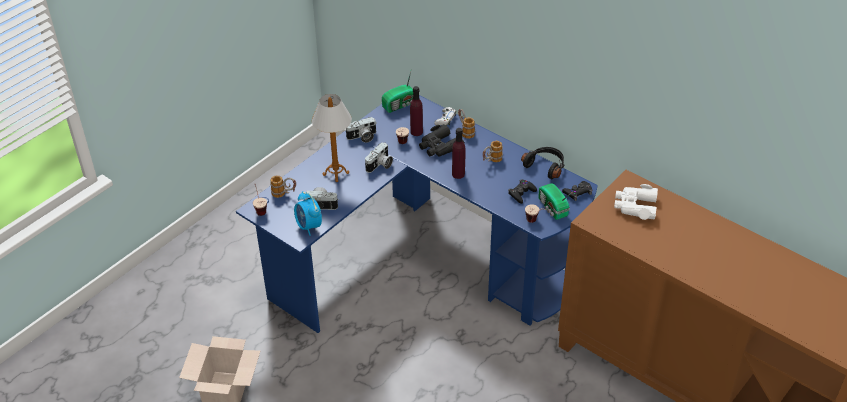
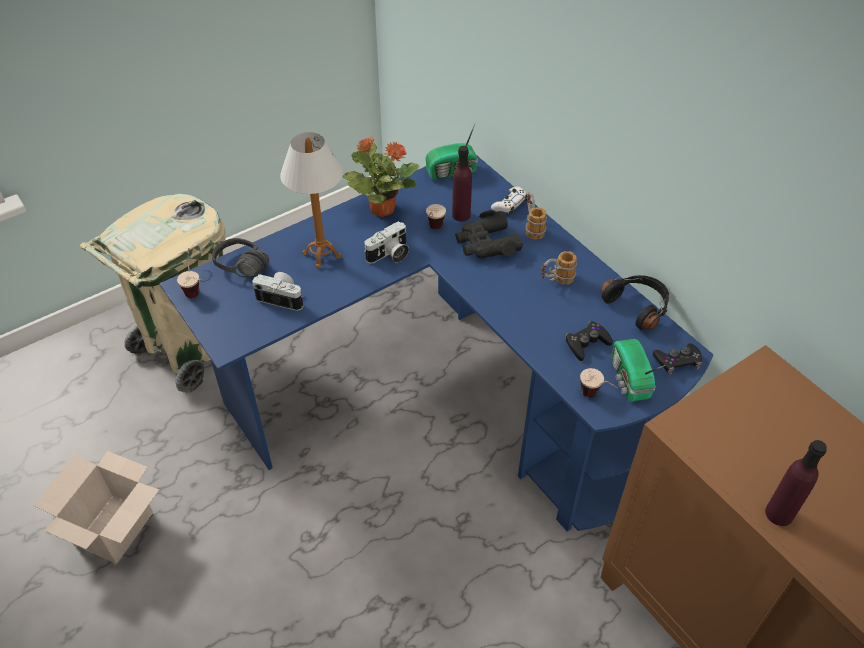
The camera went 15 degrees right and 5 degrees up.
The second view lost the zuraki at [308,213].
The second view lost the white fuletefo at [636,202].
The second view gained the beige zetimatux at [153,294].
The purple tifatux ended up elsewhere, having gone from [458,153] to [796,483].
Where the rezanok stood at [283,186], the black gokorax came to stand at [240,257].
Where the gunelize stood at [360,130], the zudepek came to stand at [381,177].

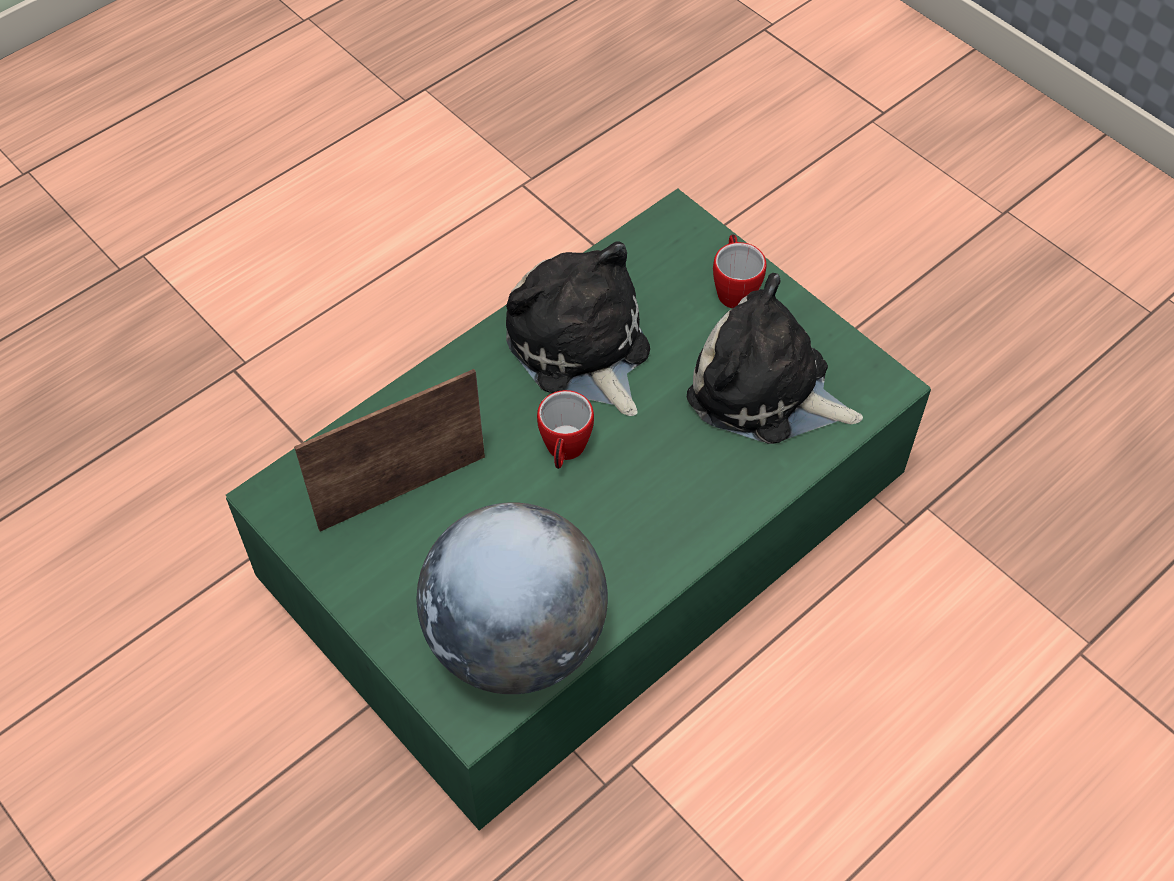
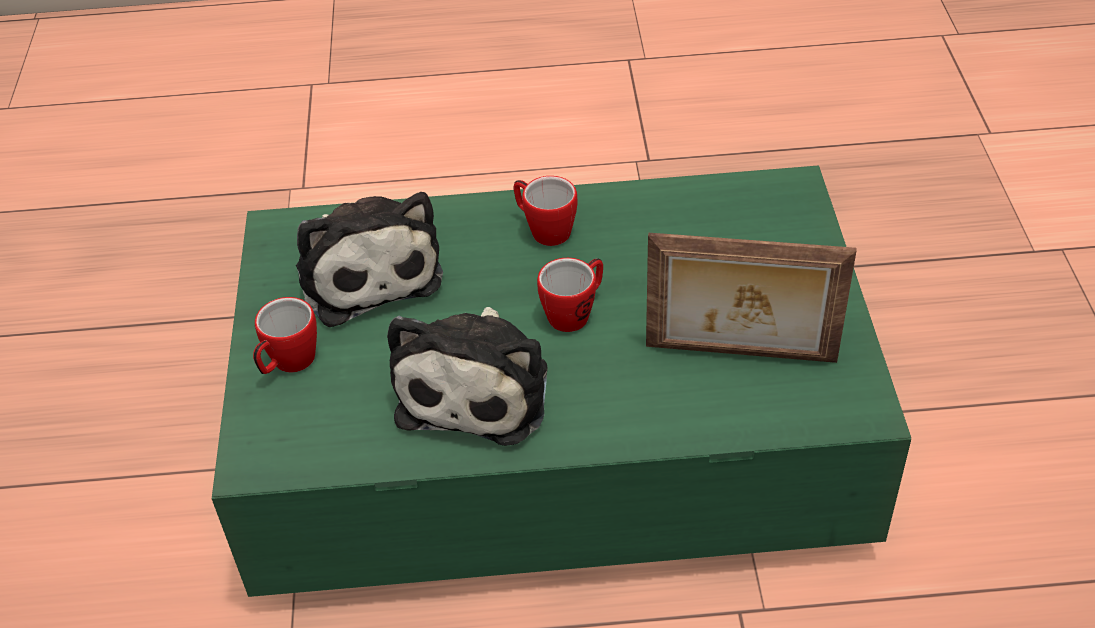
The camera went 140 degrees left and 10 degrees down.
The second view lost the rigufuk at [512,598].
The second view gained the rezanok at [546,211].

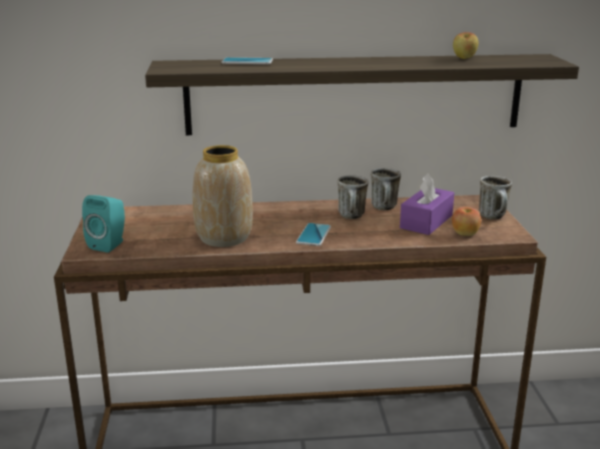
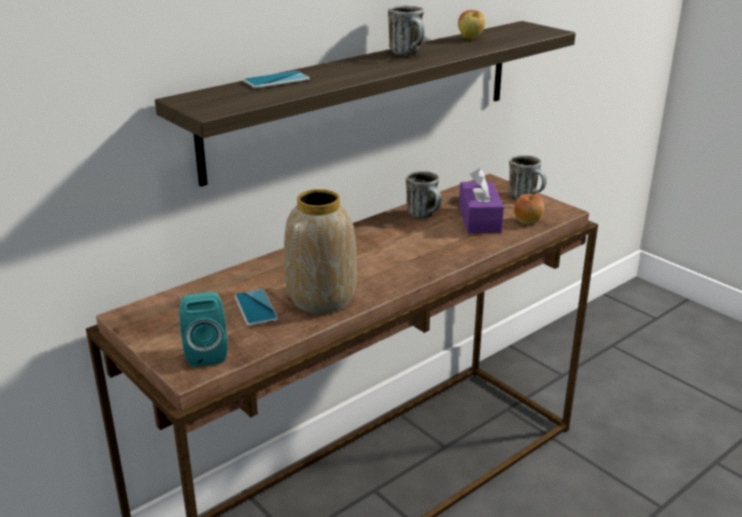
The camera went 35 degrees left and 5 degrees up.
The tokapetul ended up elsewhere, having gone from [313,234] to [256,307].
The rezanok ended up elsewhere, having gone from [353,197] to [406,31].

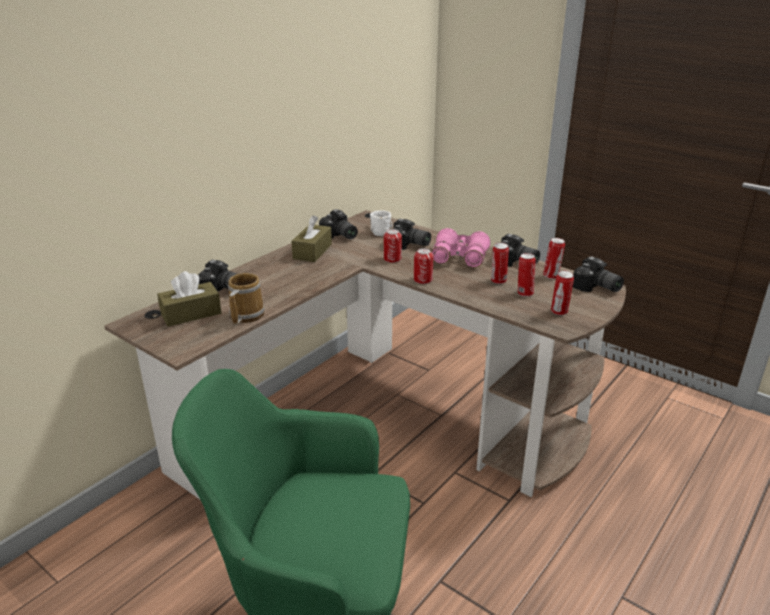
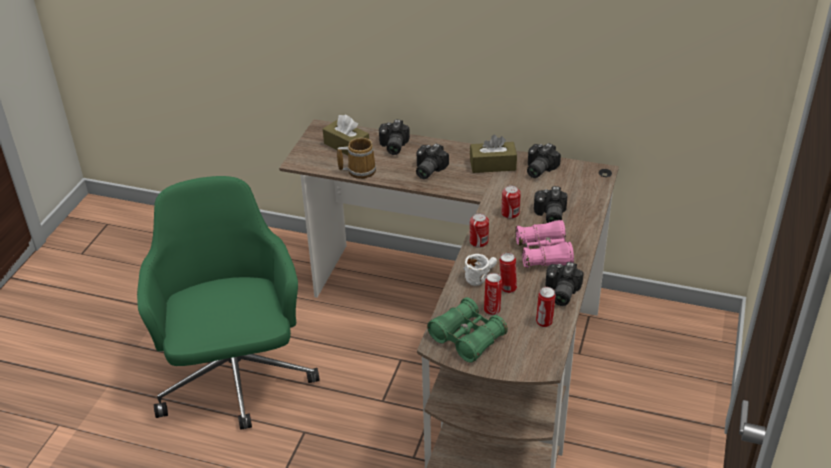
The camera went 70 degrees right and 10 degrees up.
The white rezanok ended up elsewhere, having gone from [381,223] to [480,270].
The gunelize ended up elsewhere, having gone from [598,274] to [432,161].
Where the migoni stood at [562,293], the green fuletefo came to stand at [467,330].

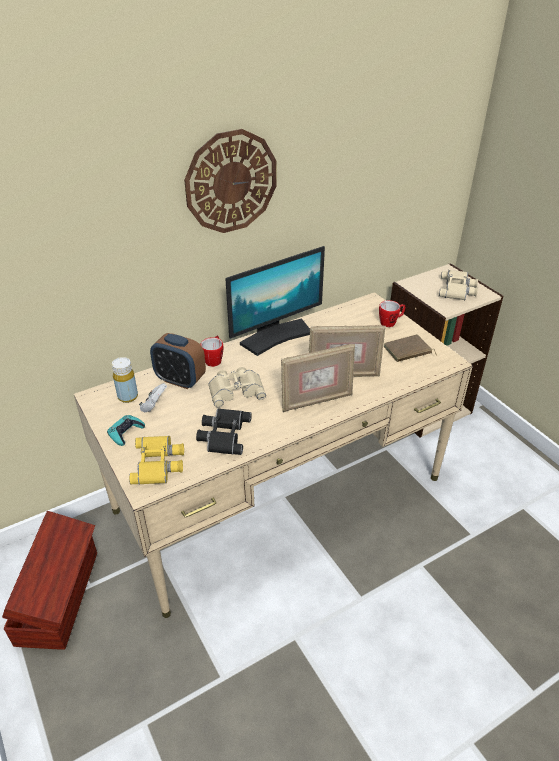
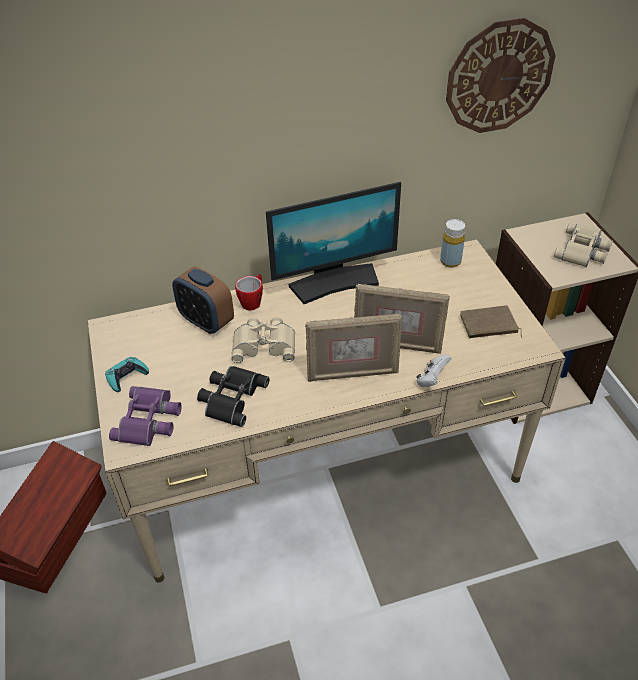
The camera went 15 degrees right and 5 degrees up.
The second view lost the rezanok at [392,313].
The yellow tifatux ended up elsewhere, having gone from [125,380] to [452,243].
The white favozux ended up elsewhere, having gone from [153,397] to [434,370].
The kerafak ended up elsewhere, having gone from [230,181] to [501,75].
What was the yellow fuletefo at [156,460] turned into the purple fuletefo at [145,416].

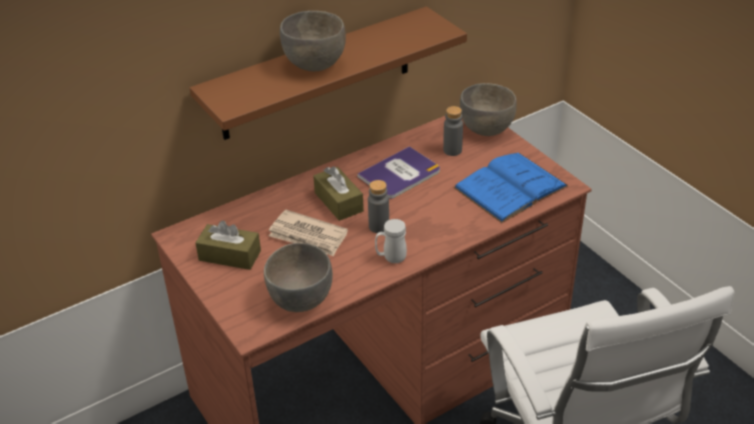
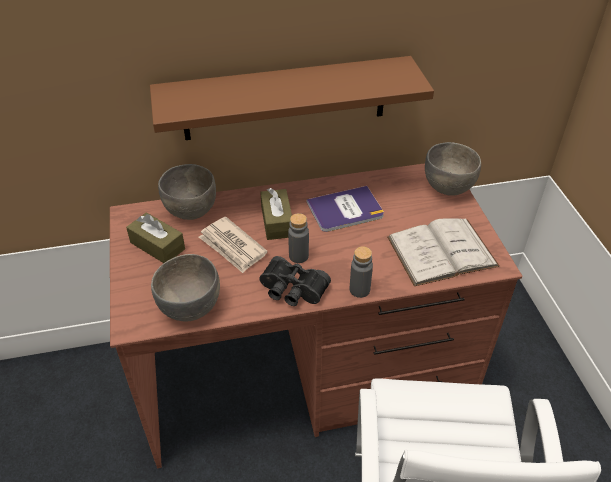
The camera went 20 degrees right and 5 degrees up.
The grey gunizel ended up elsewhere, having gone from [313,41] to [187,192].
The grey tifatux ended up elsewhere, having gone from [453,131] to [361,272].
Where the white rezanok stood at [391,241], the black fuletefo came to stand at [295,281].
What was the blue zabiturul at [511,188] turned into the white zabiturul at [443,252].

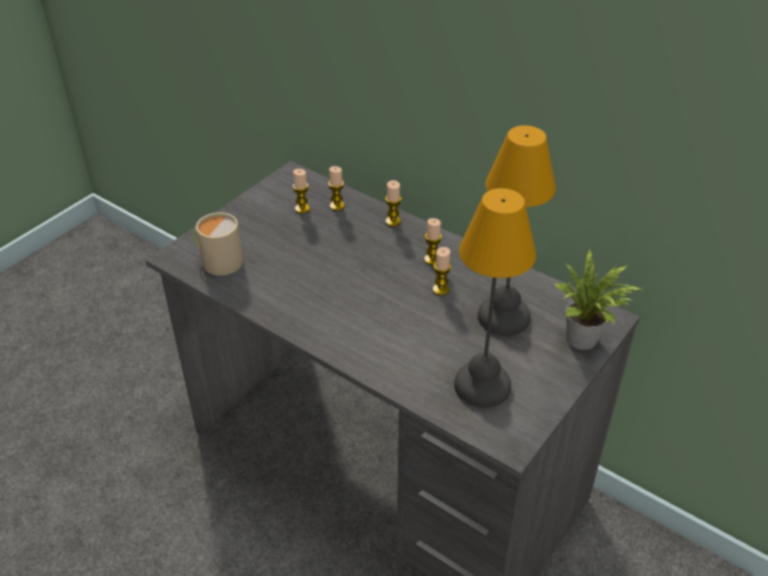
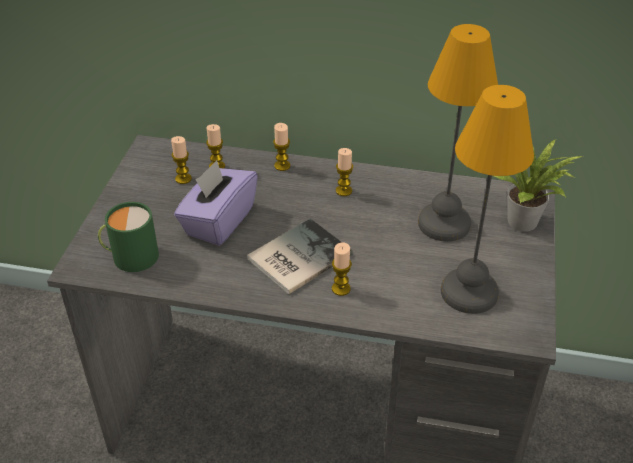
The camera went 25 degrees left and 0 degrees up.
The second view gained the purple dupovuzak at [216,203].
The second view gained the zabiturul at [300,256].
The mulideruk ended up elsewhere, having gone from [442,271] to [342,269].
What was the beige rezanok at [218,244] turned into the green rezanok at [128,237].

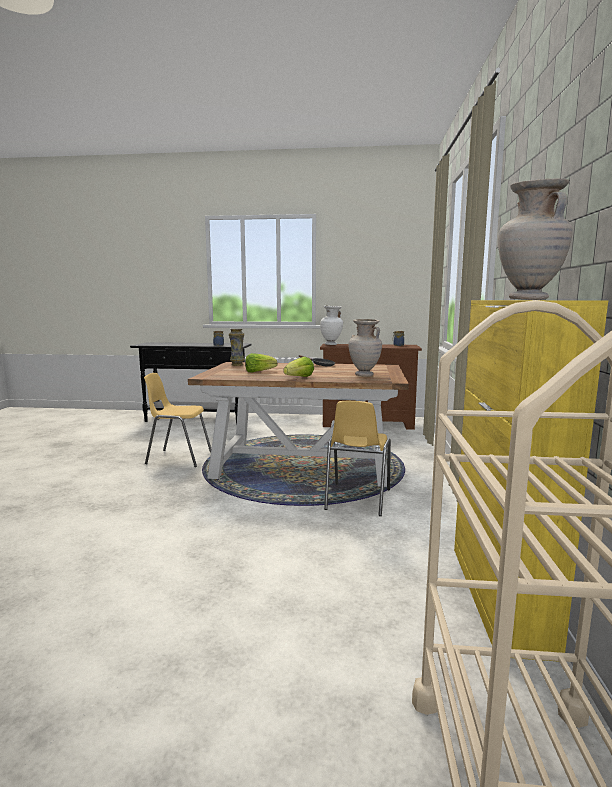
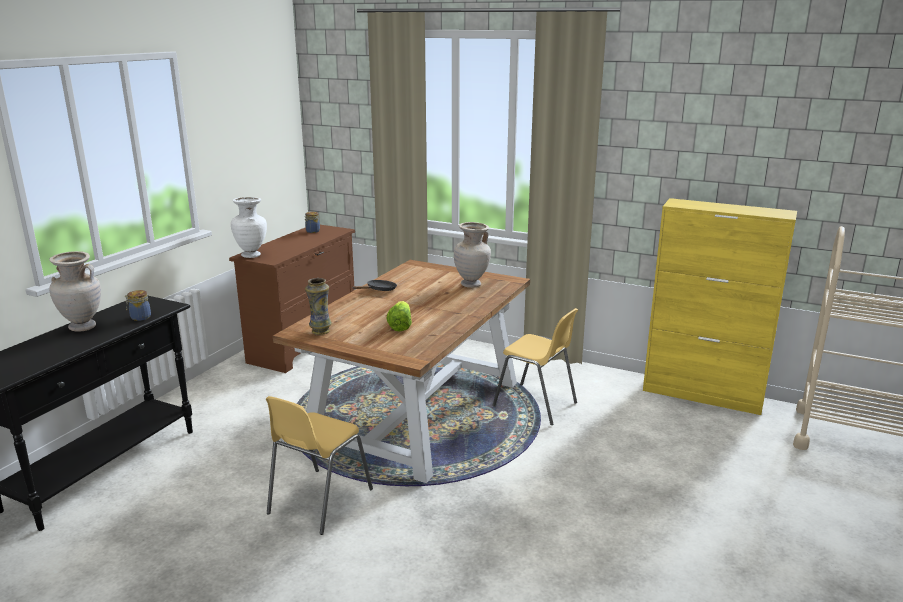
The camera went 70 degrees left and 10 degrees up.
The second view lost the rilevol at [298,367].
The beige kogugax ended up elsewhere, having gone from [535,239] to [75,291].

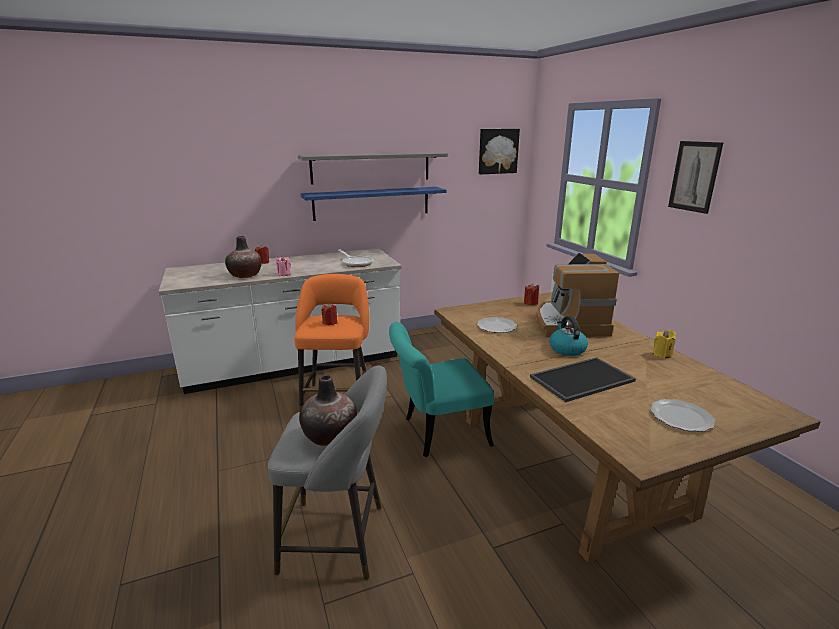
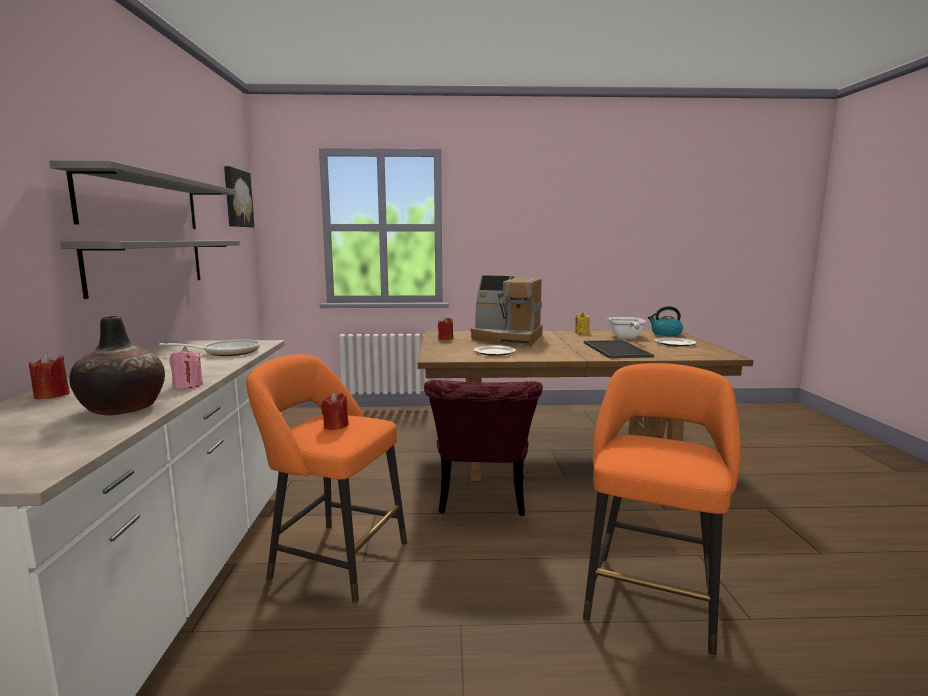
The camera went 70 degrees left and 10 degrees down.
The second view lost the kogugax at [328,410].
The second view lost the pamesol at [695,177].
The second view gained the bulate at [627,327].
The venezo ended up elsewhere, having gone from [569,336] to [665,321].
What was the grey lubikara at [327,473] turned into the orange lubikara at [662,509].
What was the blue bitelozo at [373,204] turned into the grey bitelozo at [150,270].
What was the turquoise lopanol at [441,389] turned into the red lopanol at [483,448].

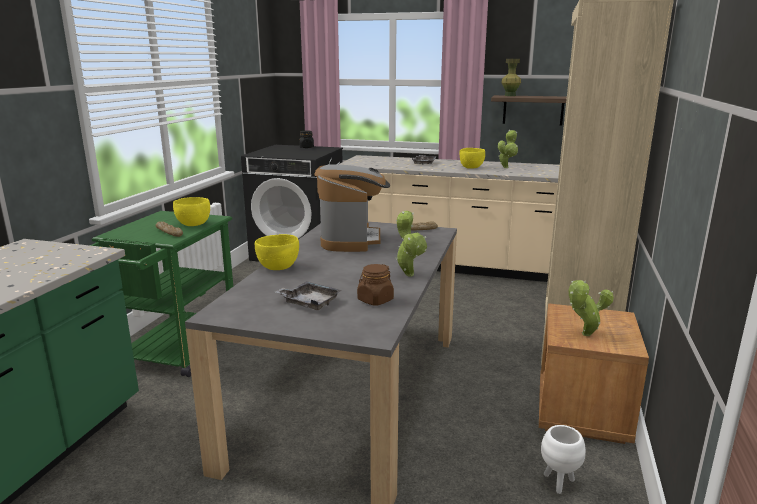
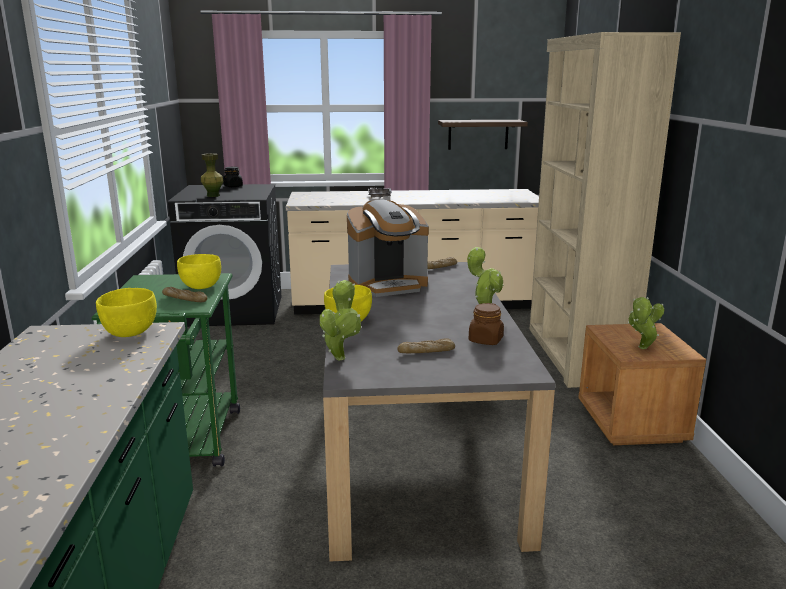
The camera went 20 degrees left and 0 degrees up.
The second view lost the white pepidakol at [563,459].
The yellow gunizel ended up elsewhere, having gone from [472,158] to [126,312].
The zudepek ended up elsewhere, having gone from [508,149] to [340,320].
The green kogugax ended up elsewhere, having gone from [511,77] to [212,175].
Where the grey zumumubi stood at [308,295], the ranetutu came to stand at [426,345].
The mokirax at [352,208] ended up facing another way, 90 degrees clockwise from before.

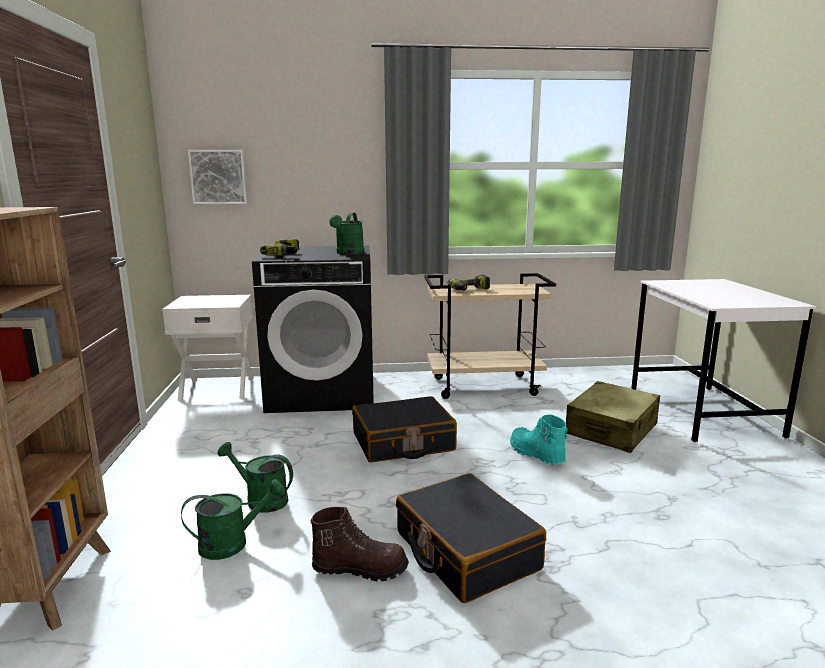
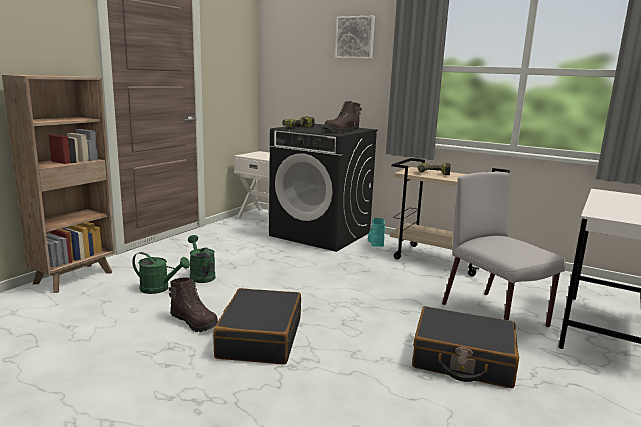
The camera went 35 degrees right and 0 degrees up.
The pamesol ended up elsewhere, having gone from [218,177] to [355,37].
The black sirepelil ended up elsewhere, having gone from [404,429] to [465,347].
The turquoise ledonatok ended up elsewhere, having gone from [539,440] to [376,232].
Where the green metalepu stood at [346,233], the brown ledonatok came to stand at [342,117].
Where the beige sirepelil stood at [612,417], the grey lopanol came to stand at [504,250].

